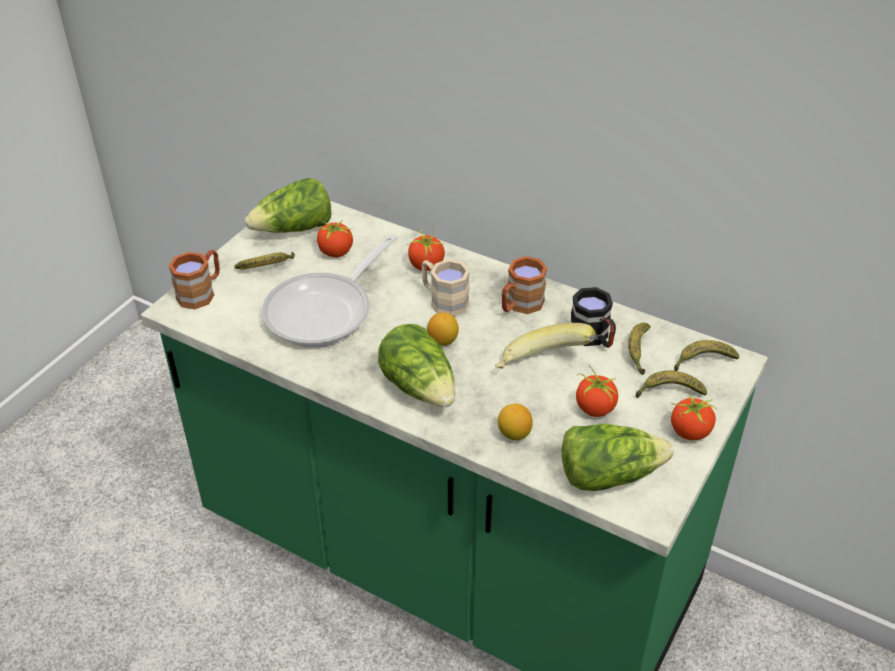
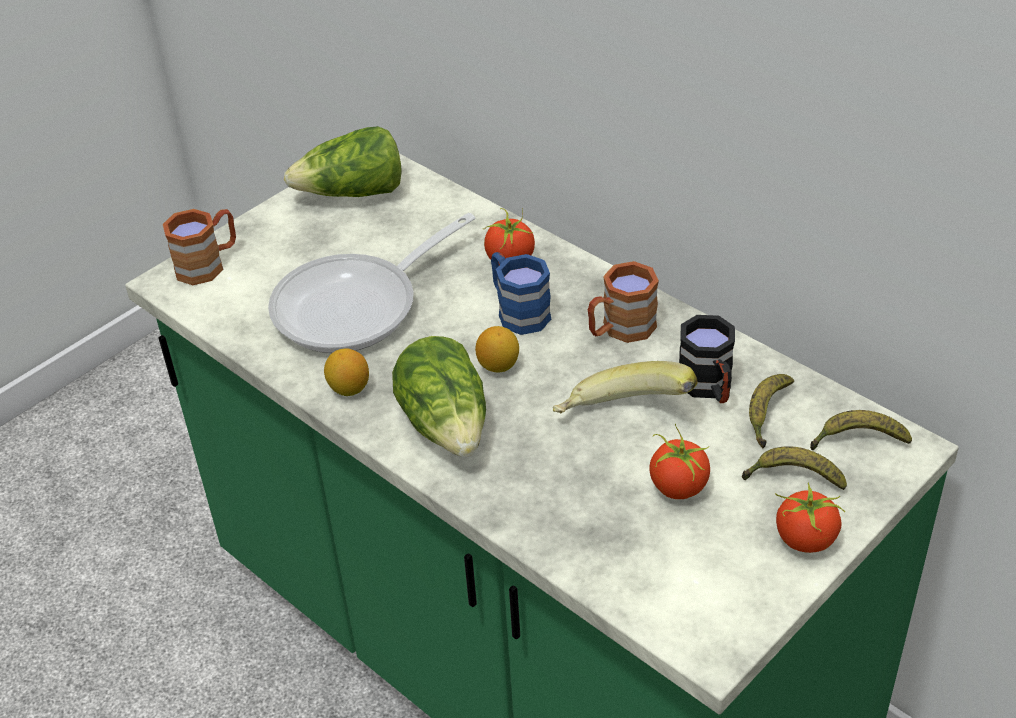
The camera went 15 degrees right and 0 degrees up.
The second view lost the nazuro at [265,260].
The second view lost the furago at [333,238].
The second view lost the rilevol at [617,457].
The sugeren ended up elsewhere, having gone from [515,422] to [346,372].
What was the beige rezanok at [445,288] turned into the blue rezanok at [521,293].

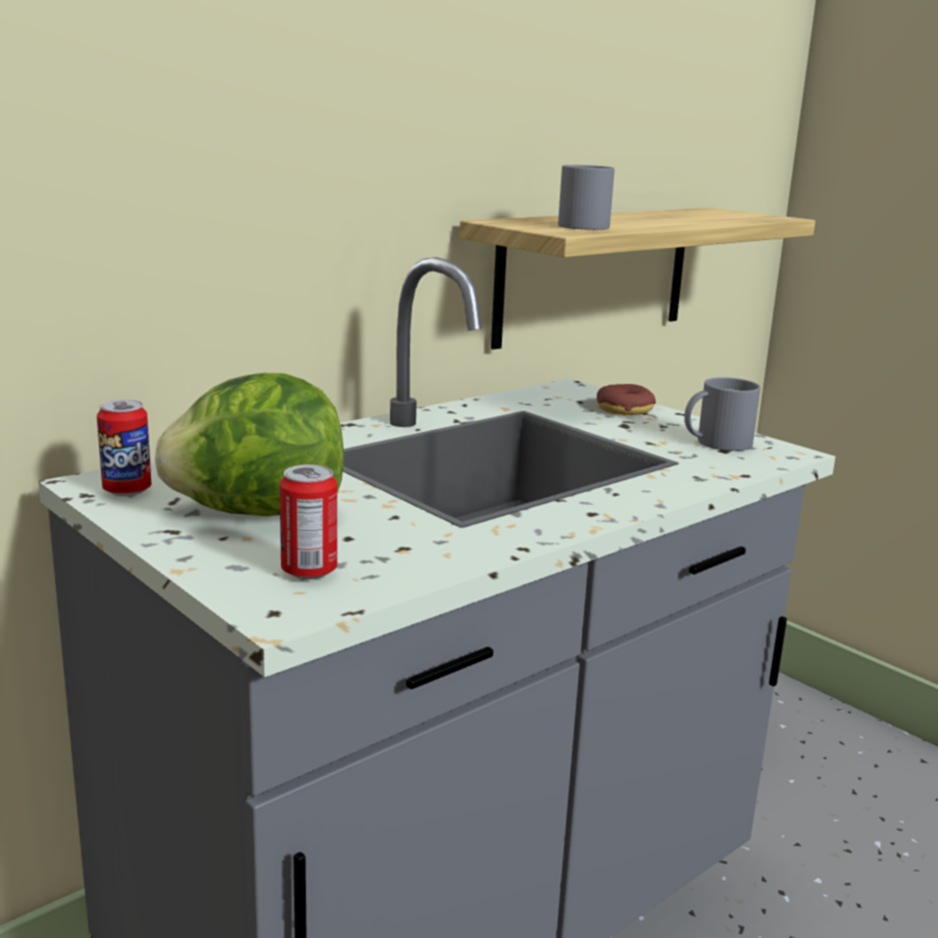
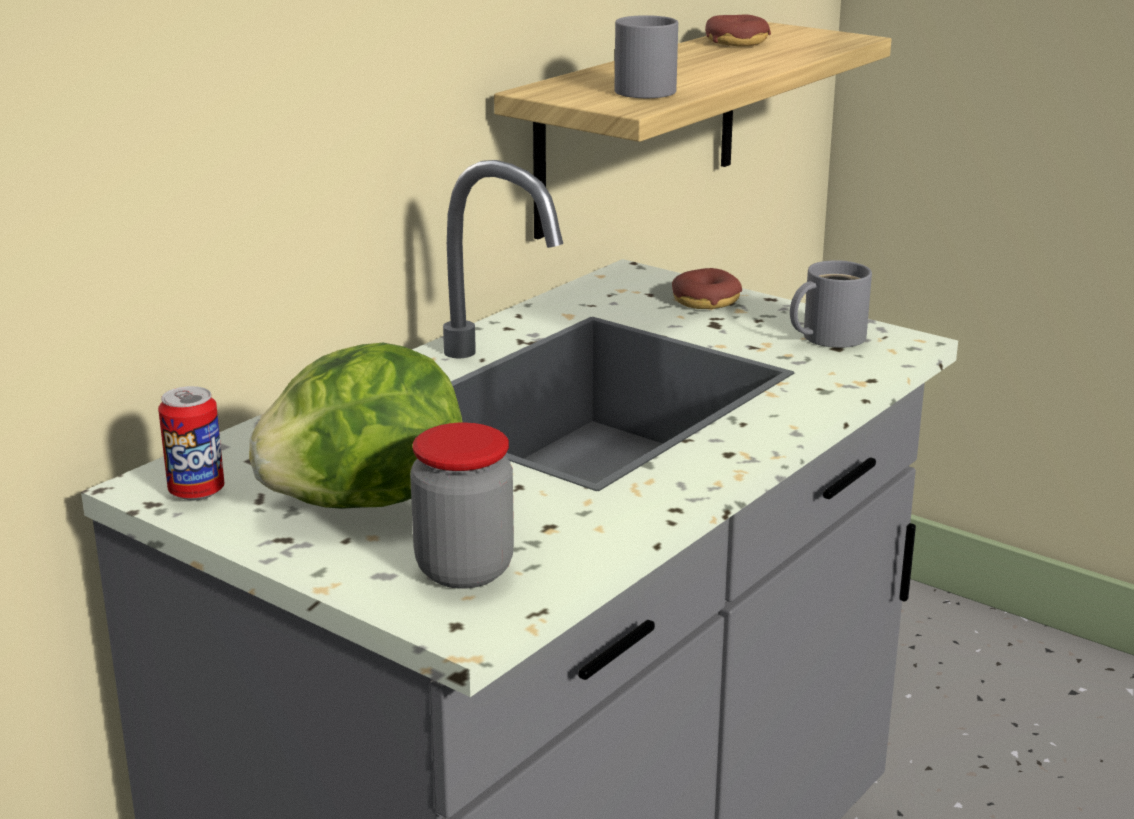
The camera went 10 degrees left and 5 degrees up.
The second view gained the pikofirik at [738,31].
Where the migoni stood at [308,521], the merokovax came to stand at [462,506].

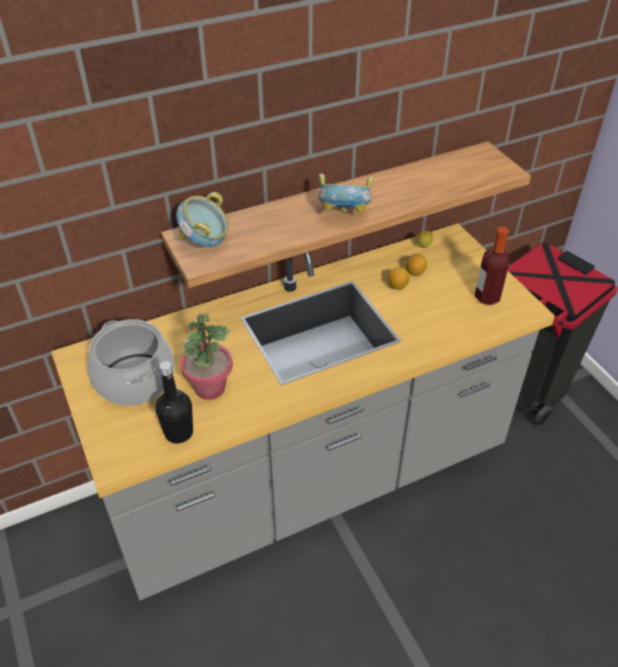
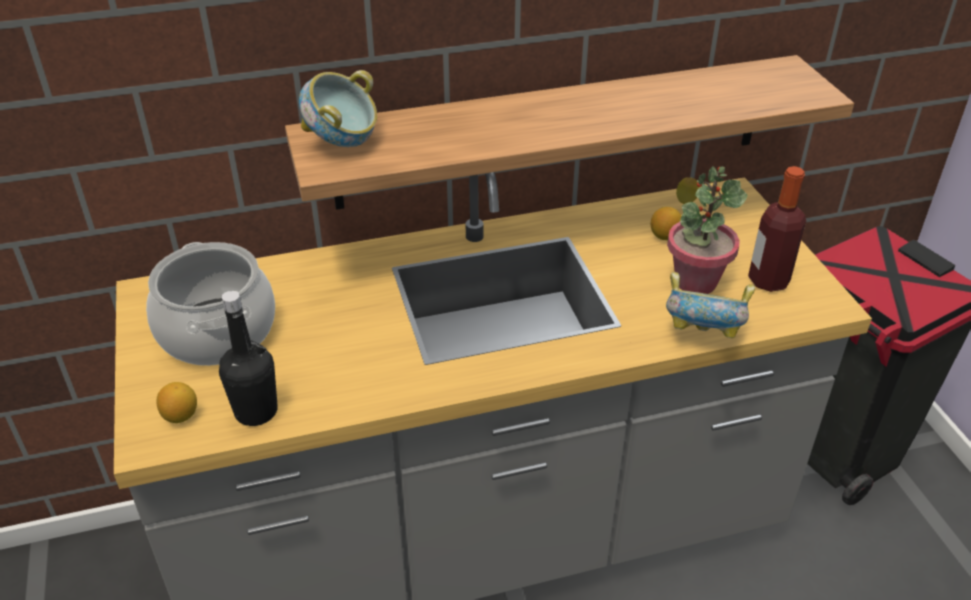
The camera went 10 degrees right and 5 degrees down.
The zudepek ended up elsewhere, having gone from [206,356] to [707,230].
The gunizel ended up elsewhere, having gone from [346,192] to [710,305].
The sugeren ended up elsewhere, having gone from [398,278] to [176,402].

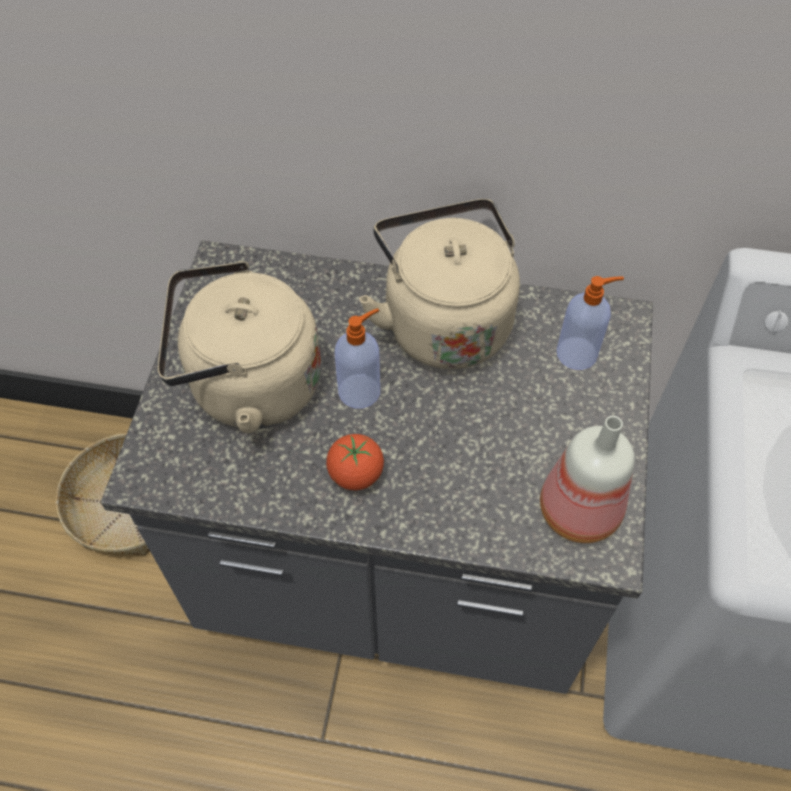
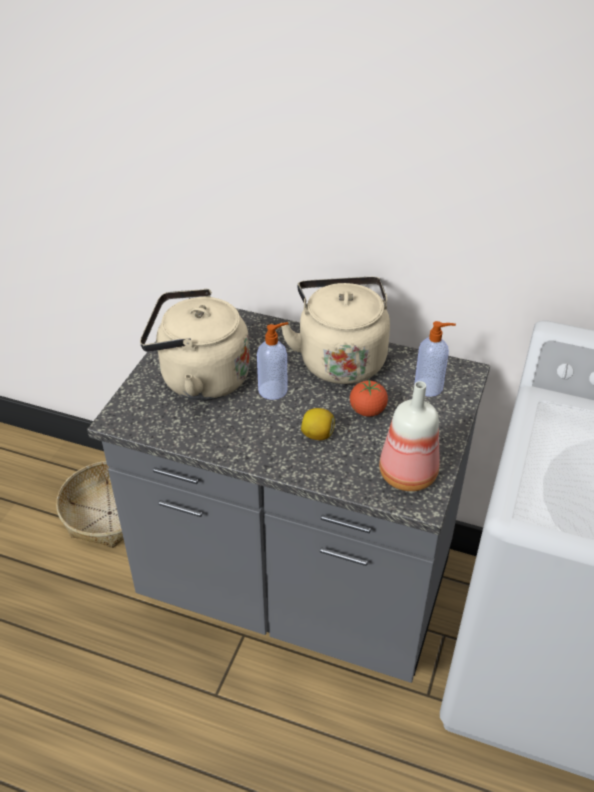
The camera went 10 degrees right and 15 degrees down.
The second view gained the sugeren at [318,424].
The furago ended up elsewhere, having gone from [355,462] to [369,398].

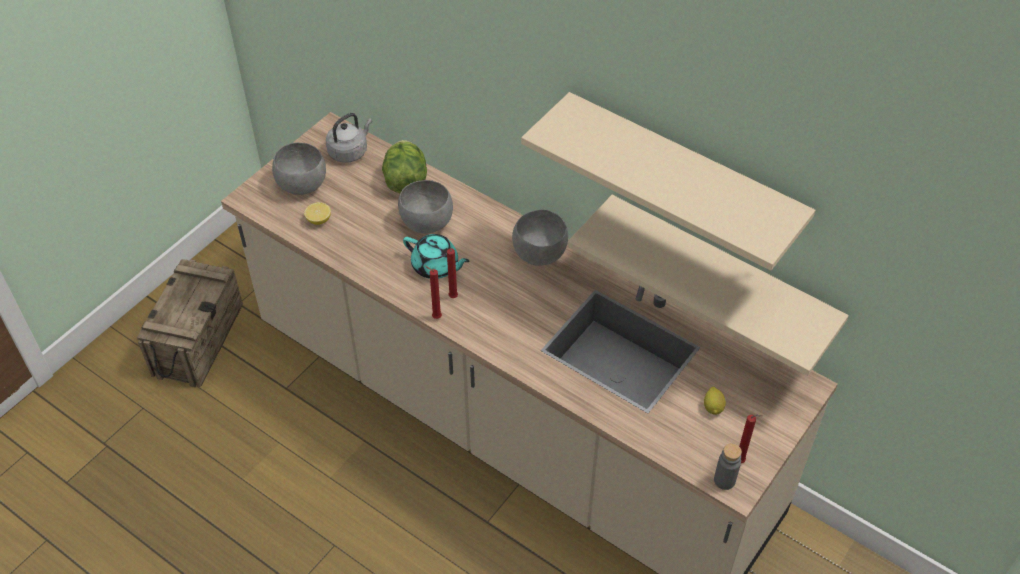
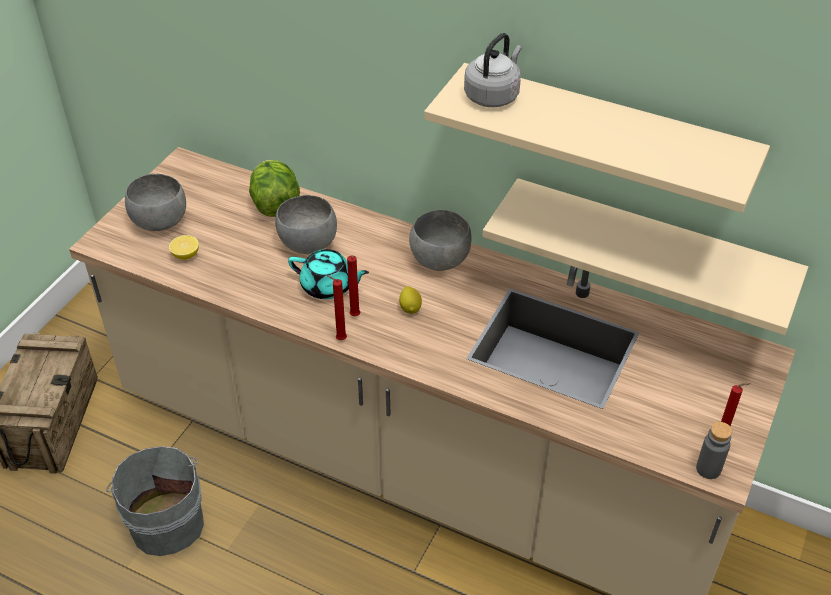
The camera went 10 degrees left and 5 degrees down.
The second view gained the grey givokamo at [155,501].
The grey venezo ended up elsewhere, having gone from [349,138] to [493,70].
The sugeren ended up elsewhere, having gone from [715,401] to [410,300].

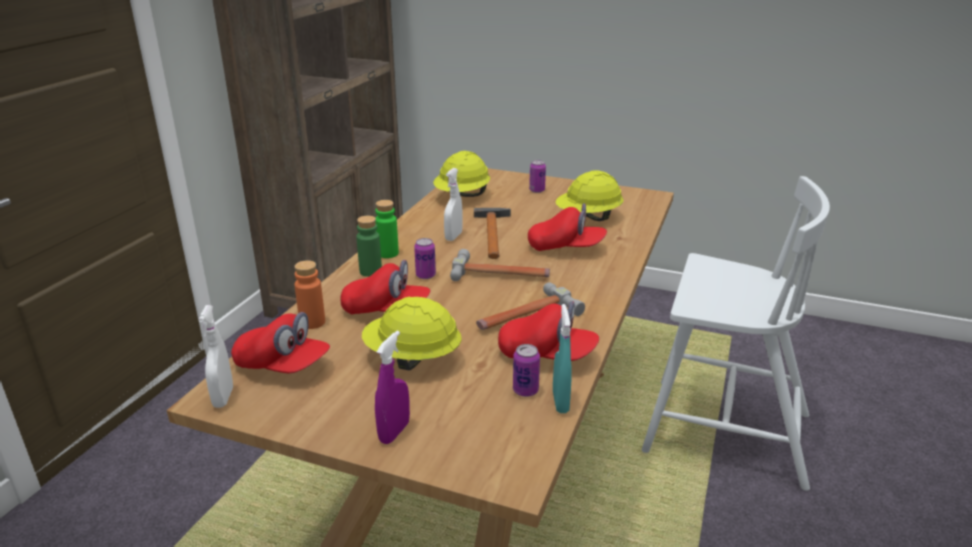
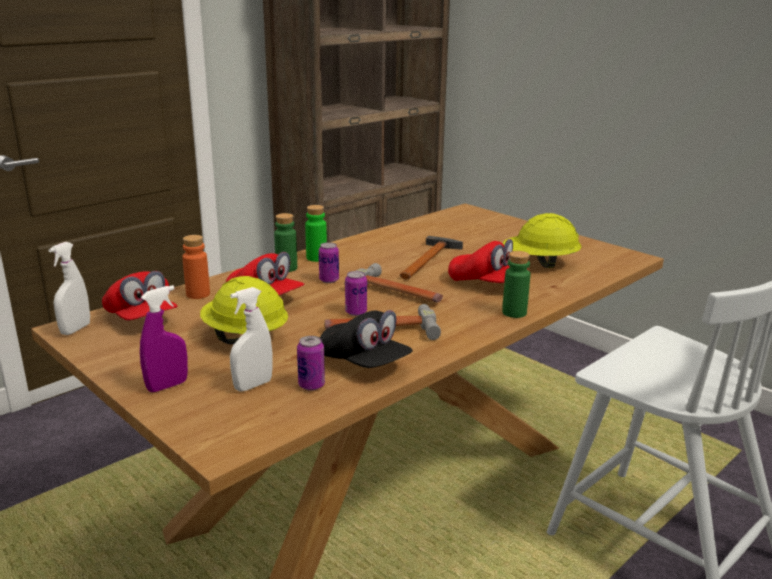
The camera went 25 degrees right and 5 degrees down.
The second view lost the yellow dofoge at [461,174].
The second view lost the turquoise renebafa at [562,358].
The second view gained the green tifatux at [516,284].
The white renebafa ended up elsewhere, having gone from [453,204] to [251,339].
The migoni ended up elsewhere, having gone from [537,176] to [356,293].
What was the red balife at [548,331] turned into the black balife at [366,339].

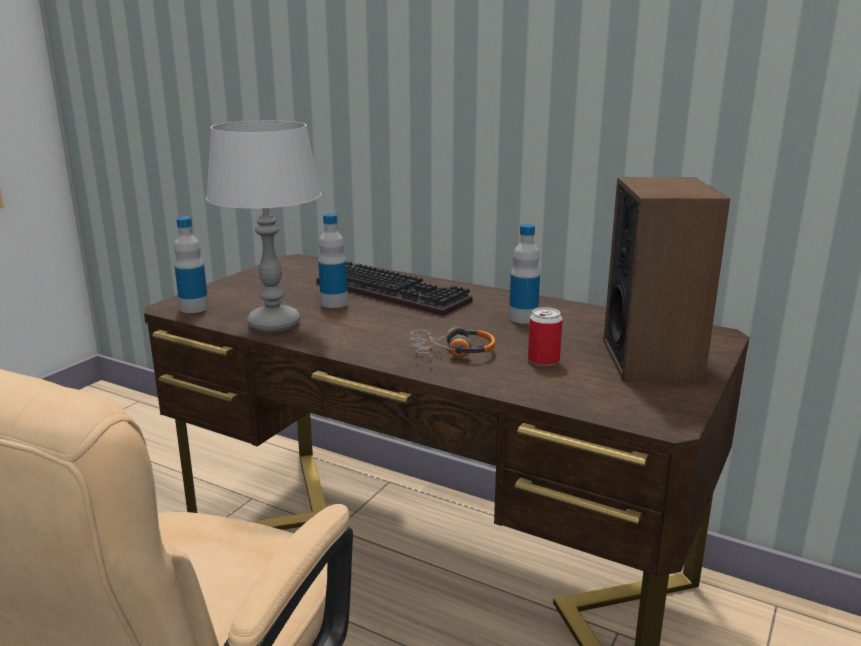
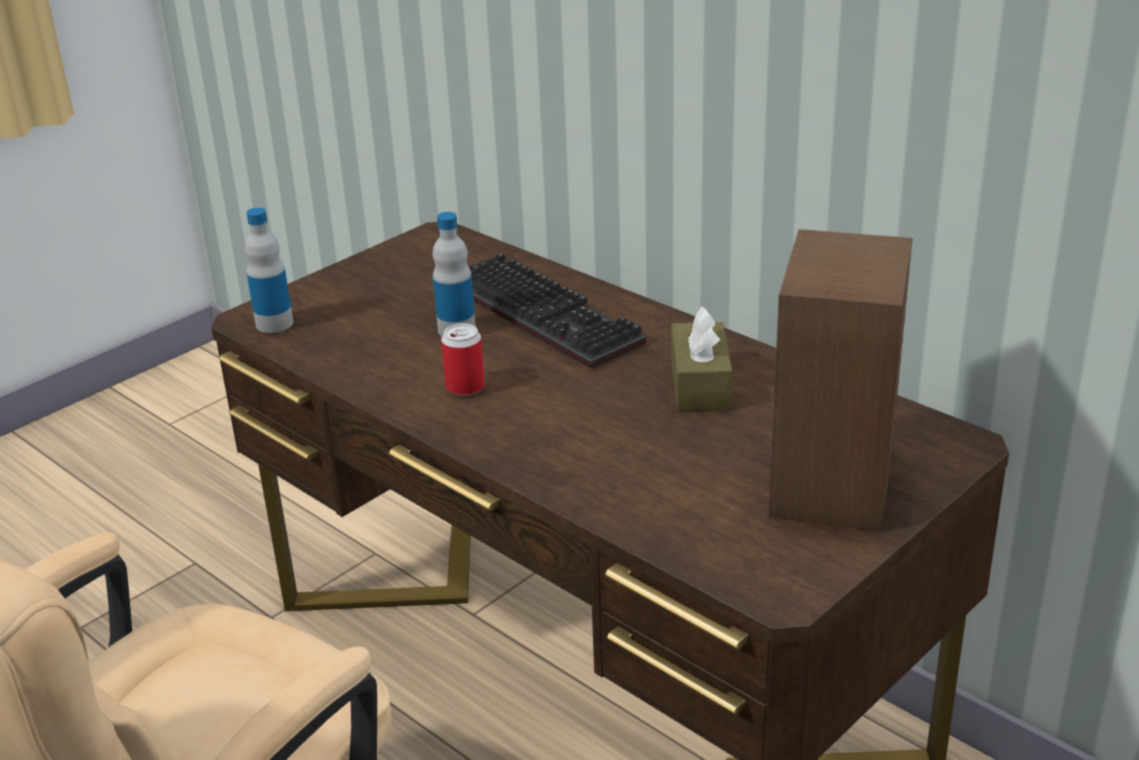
The camera went 15 degrees right and 10 degrees up.
The second view lost the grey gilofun at [264,226].
The second view lost the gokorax at [452,342].
The migoni ended up elsewhere, having gone from [545,336] to [463,359].
Where the tifatux stood at [524,274], the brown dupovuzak came to stand at [701,358].

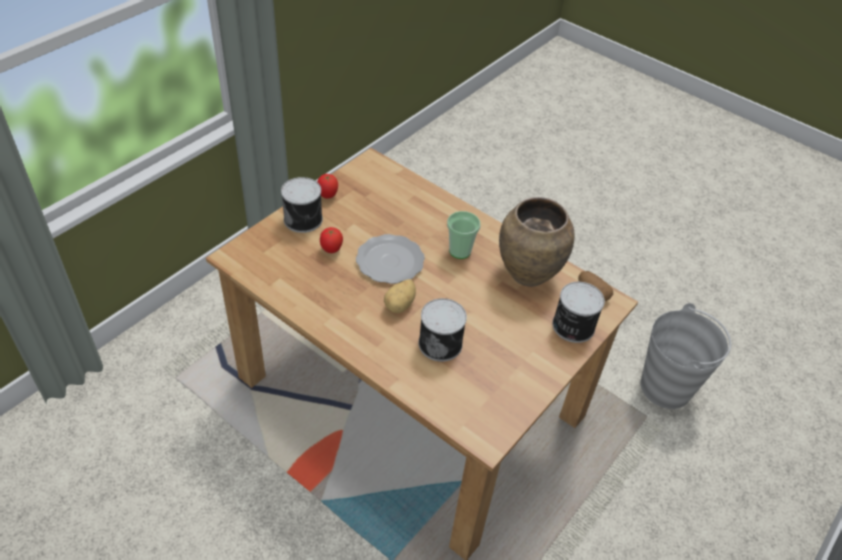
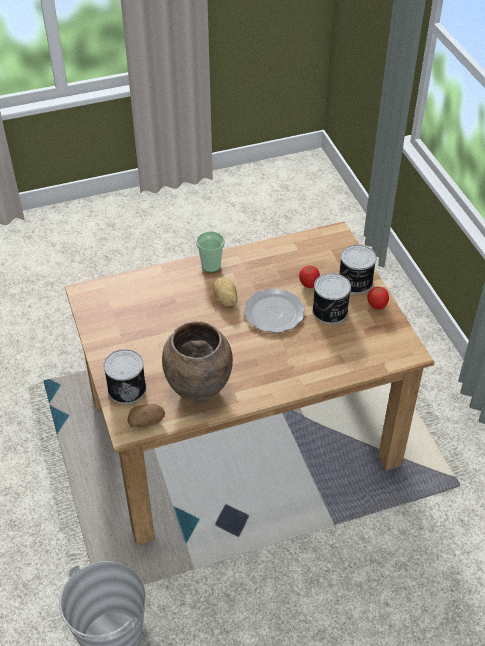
The camera went 125 degrees right and 0 degrees up.
The migoni ended up elsewhere, having gone from [443,330] to [331,298].
The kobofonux ended up elsewhere, having gone from [464,235] to [210,252].

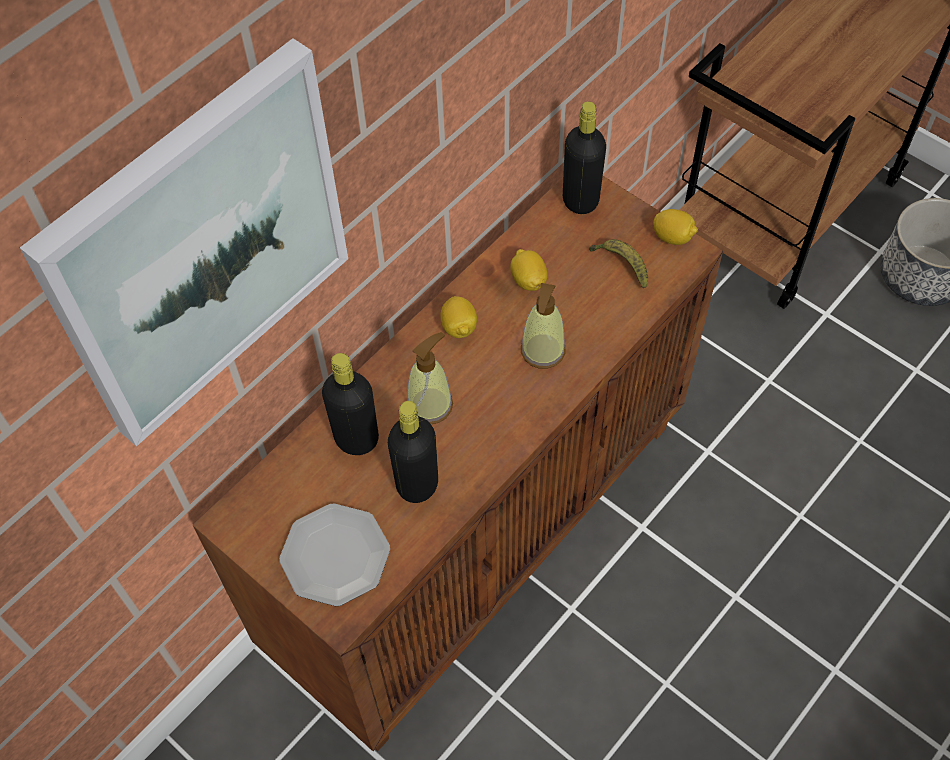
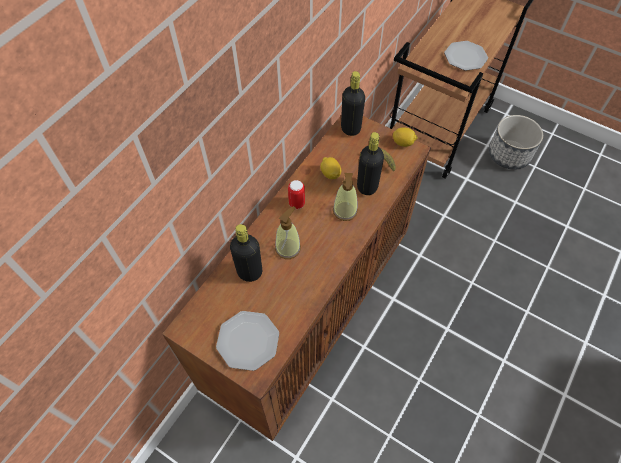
The camera went 10 degrees left and 0 degrees up.
The second view lost the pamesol at [184,242].
The second view gained the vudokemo at [466,56].
The black tifatux ended up elsewhere, having gone from [413,452] to [370,163].
Where the sugeren stood at [459,317], the migoni came to stand at [296,194].

